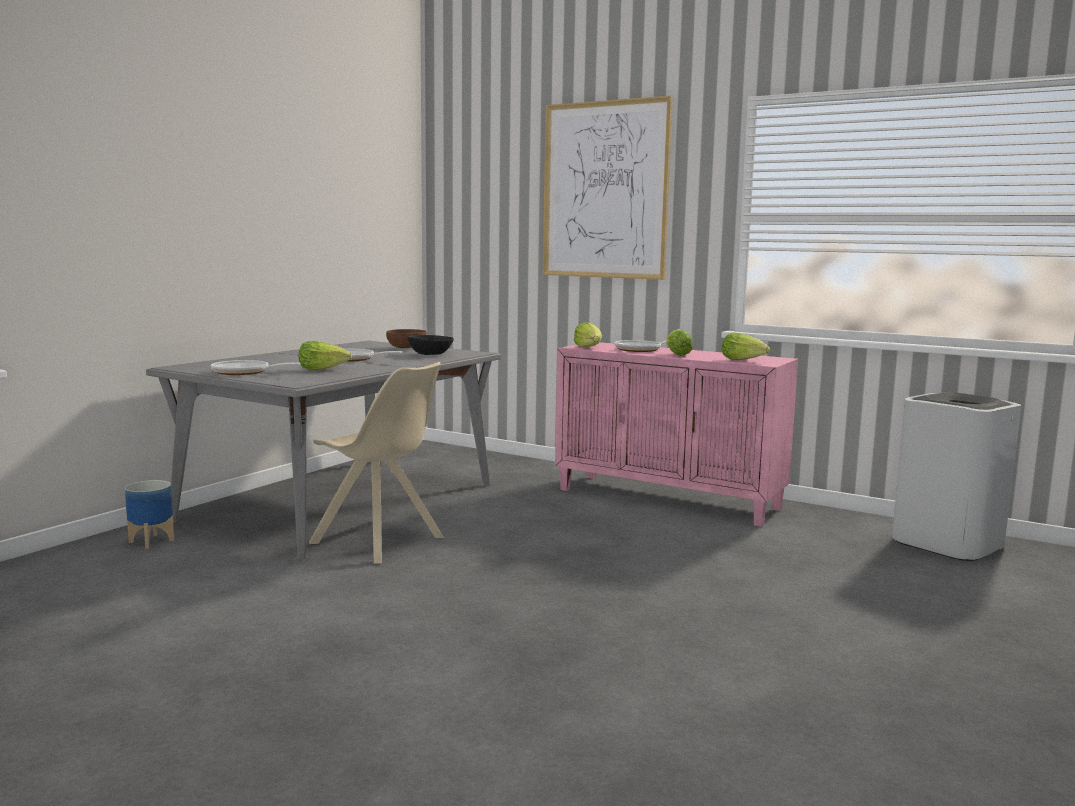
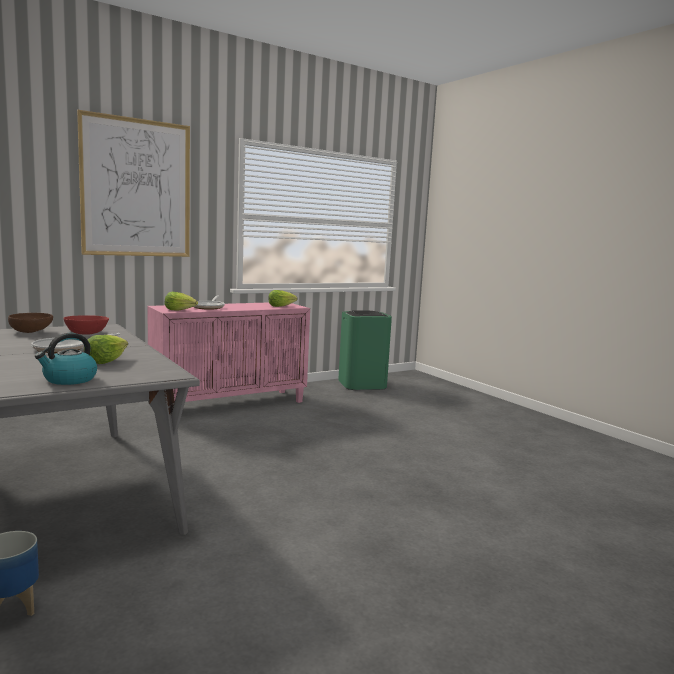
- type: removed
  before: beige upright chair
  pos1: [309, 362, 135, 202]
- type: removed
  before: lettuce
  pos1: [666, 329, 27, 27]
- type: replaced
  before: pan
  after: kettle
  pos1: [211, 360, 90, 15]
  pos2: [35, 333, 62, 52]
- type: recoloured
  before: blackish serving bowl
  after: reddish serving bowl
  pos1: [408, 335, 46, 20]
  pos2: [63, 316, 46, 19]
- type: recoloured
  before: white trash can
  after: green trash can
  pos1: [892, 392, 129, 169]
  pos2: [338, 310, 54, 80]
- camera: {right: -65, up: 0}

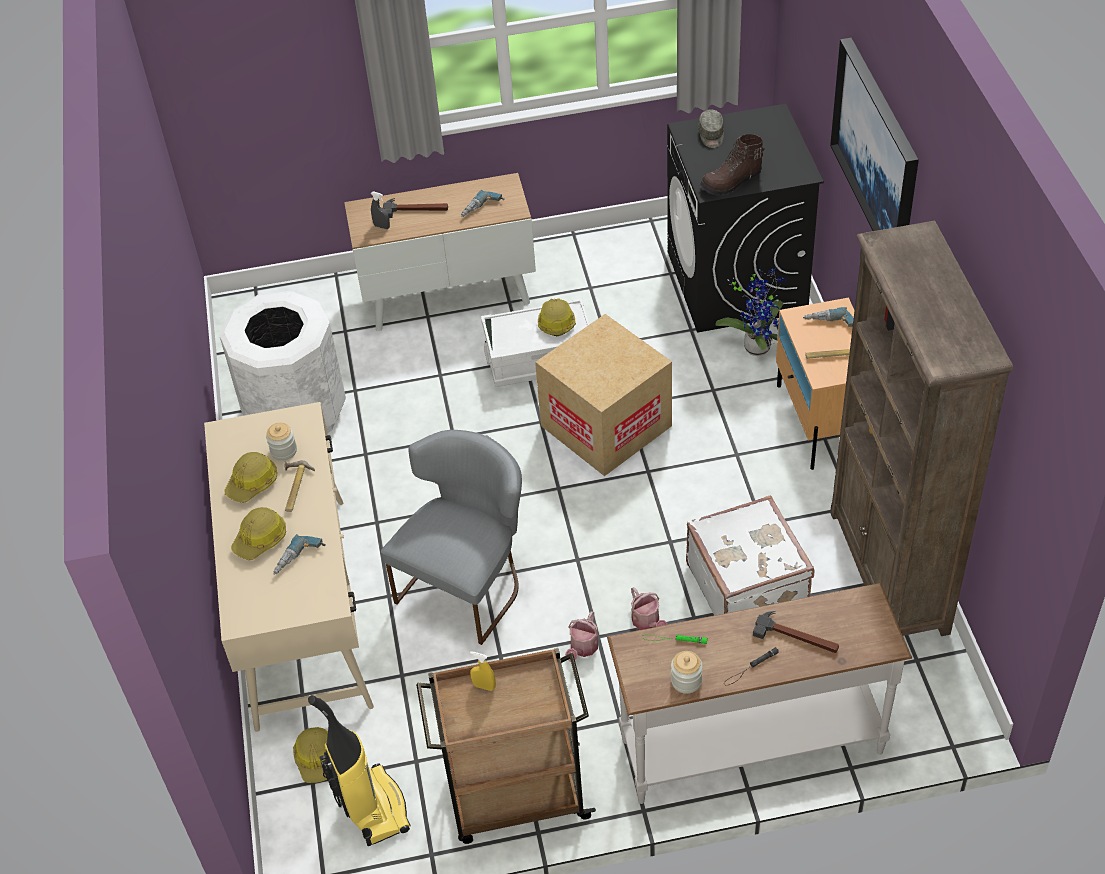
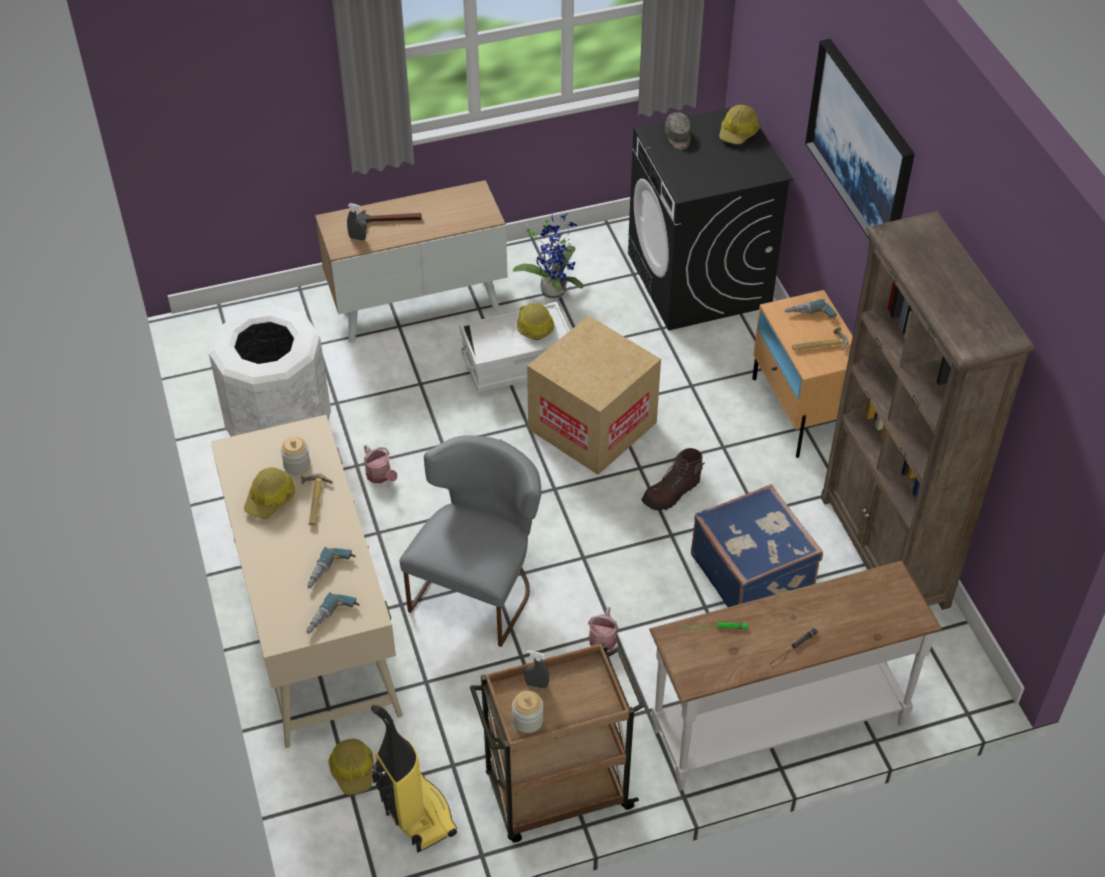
- type: removed
  before: hammer
  pos1: [753, 611, 86, 42]
- type: moved
  before: work helmet
  pos1: [231, 507, 55, 53]
  pos2: [719, 105, 41, 39]
- type: moved
  before: electric drill
  pos1: [461, 190, 43, 27]
  pos2: [306, 592, 54, 42]
- type: moved
  before: watering pot
  pos1: [631, 587, 37, 43]
  pos2: [364, 445, 33, 38]
- type: moved
  before: storage jar
  pos1: [671, 651, 32, 43]
  pos2: [512, 691, 31, 42]
- type: moved
  before: brown boot
  pos1: [700, 134, 65, 62]
  pos2: [642, 448, 62, 63]
- type: moved
  before: houseplant
  pos1: [715, 267, 71, 89]
  pos2: [513, 213, 71, 86]
- type: recoloured
  before: yellowish sprayer
  after: gray sprayer
  pos1: [470, 651, 26, 40]
  pos2: [524, 650, 25, 39]
- type: recoloured
  before: white piece of luggage
  after: bluish piece of luggage
  pos1: [686, 496, 128, 120]
  pos2: [691, 484, 132, 123]
- camera: {right: -10, up: 0}

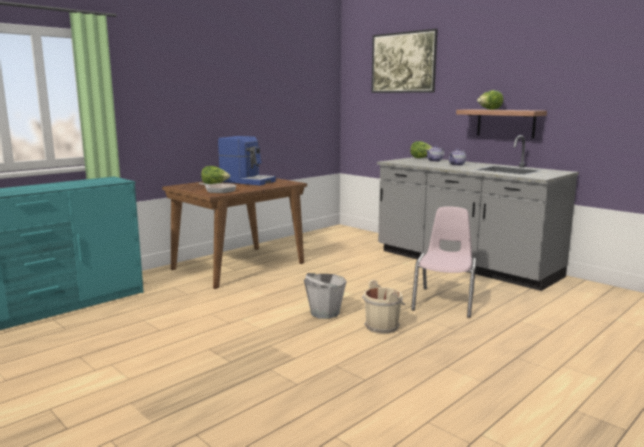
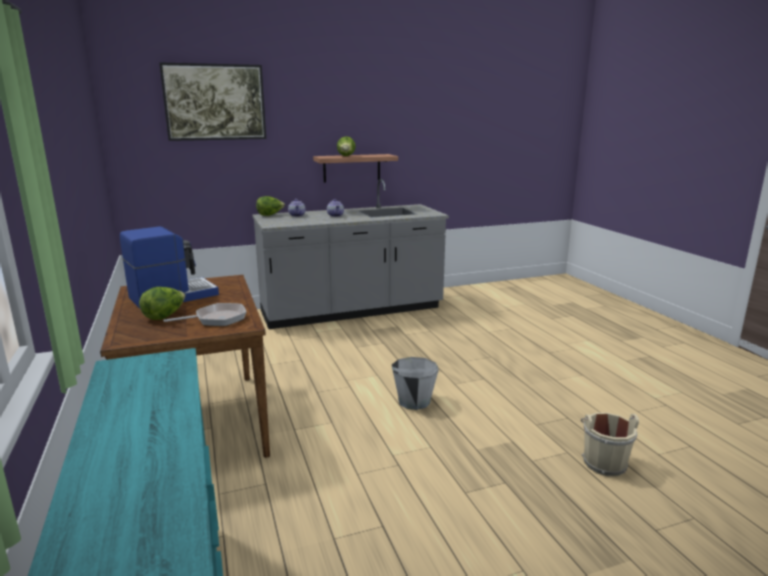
- type: removed
  before: pink upright chair
  pos1: [411, 206, 65, 112]
- type: moved
  before: beige bucket
  pos1: [362, 280, 44, 54]
  pos2: [581, 413, 58, 64]
- camera: {right: -65, up: 5}

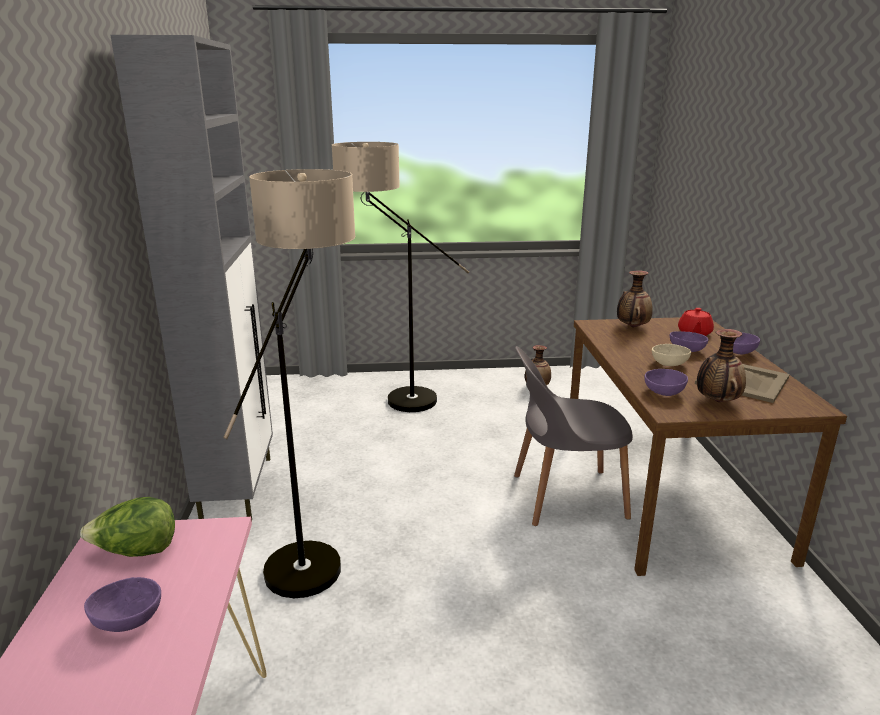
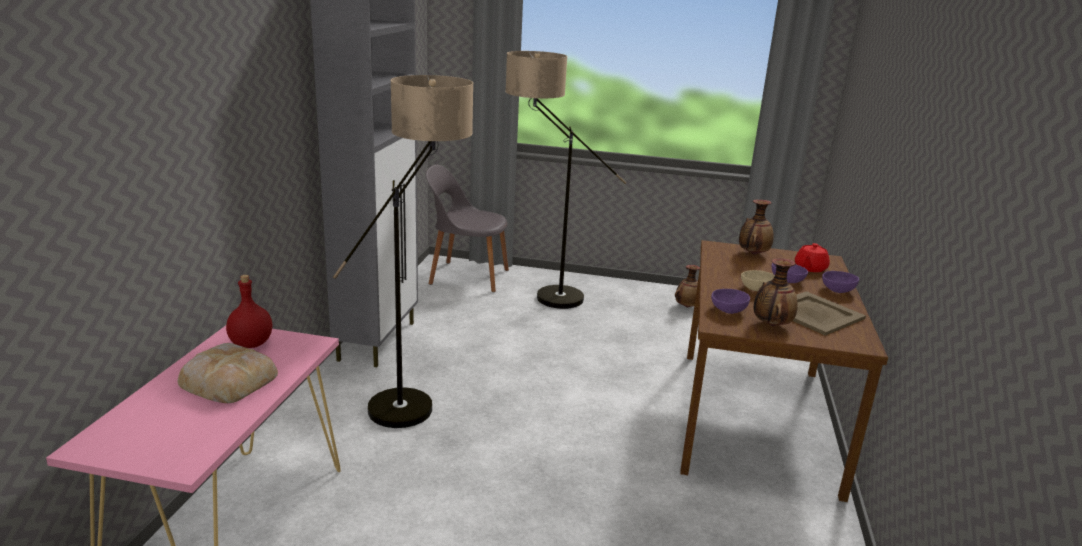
- type: moved
  before: gray upright chair
  pos1: [514, 346, 119, 180]
  pos2: [426, 165, 83, 127]
- type: replaced
  before: lettuce
  after: reddish bottle
  pos1: [80, 497, 95, 60]
  pos2: [226, 275, 46, 73]
- type: replaced
  before: purplish serving bowl
  after: bakery bread
  pos1: [84, 577, 77, 55]
  pos2: [178, 343, 100, 60]
- camera: {right: 15, up: 0}

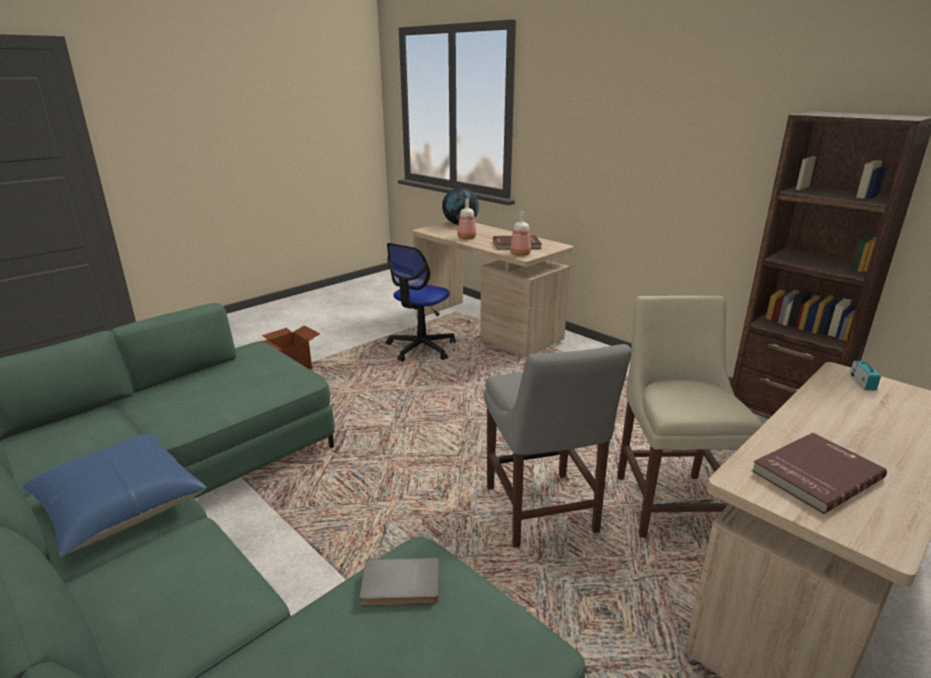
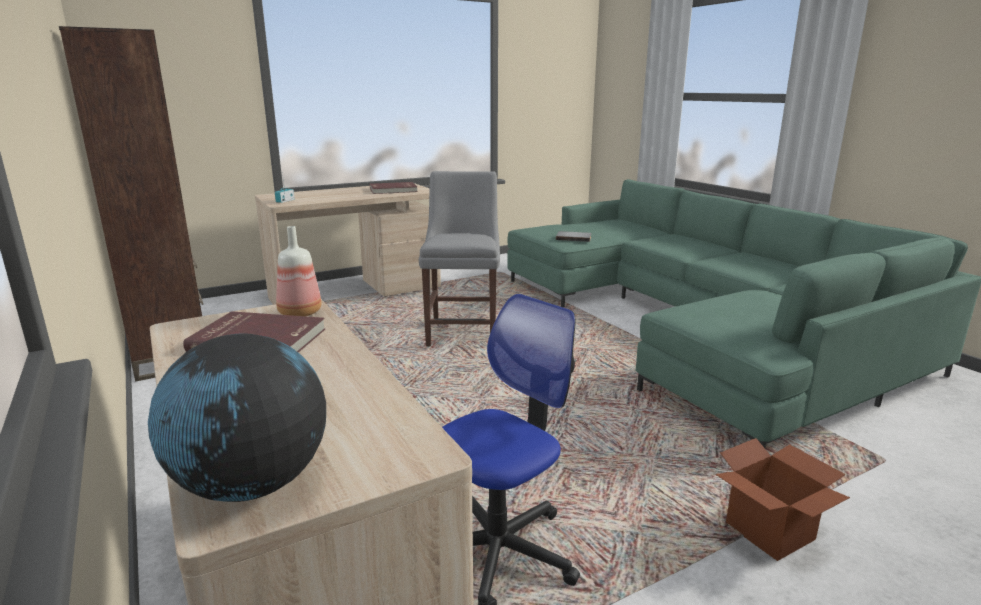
- type: removed
  before: bluish cushion
  pos1: [22, 434, 185, 123]
- type: removed
  before: bottle
  pos1: [457, 199, 19, 40]
- type: removed
  before: beige upright chair
  pos1: [617, 296, 146, 241]
- camera: {right: -165, up: -5}

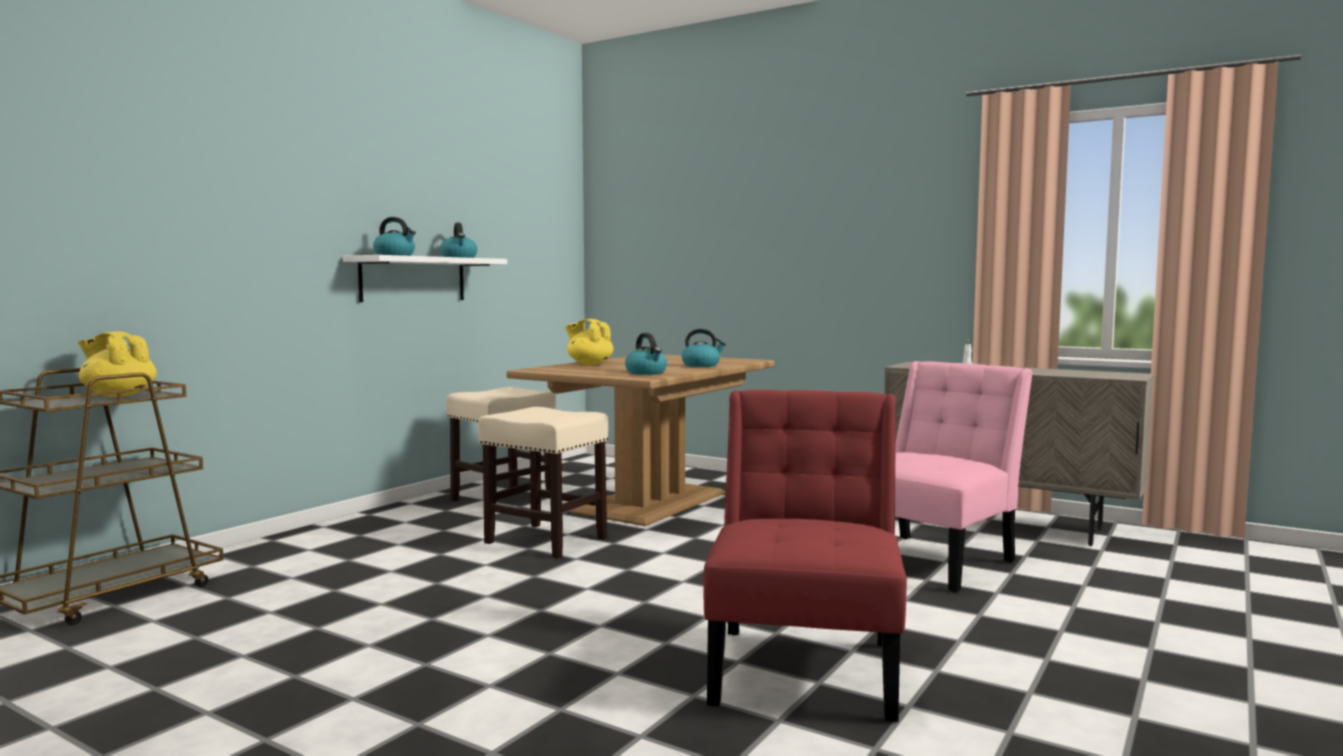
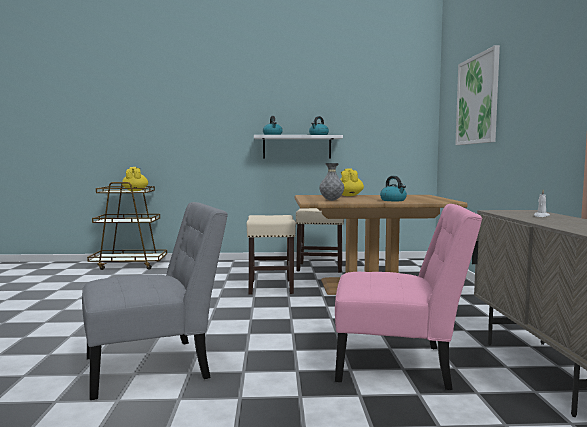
- type: added
  after: picture
  pos2: [455, 45, 45, 100]
- type: replaced
  before: kettle
  after: gray flower vase
  pos1: [625, 333, 42, 42]
  pos2: [319, 163, 25, 38]
- type: recoloured
  before: reddish upright chair
  after: gray upright chair
  pos1: [704, 390, 203, 332]
  pos2: [82, 202, 146, 198]
- camera: {right: 55, up: 0}

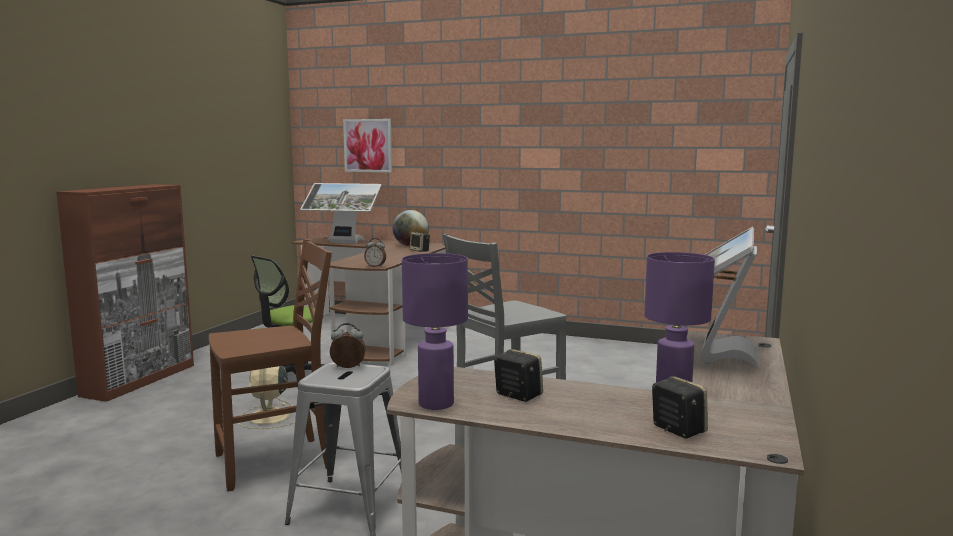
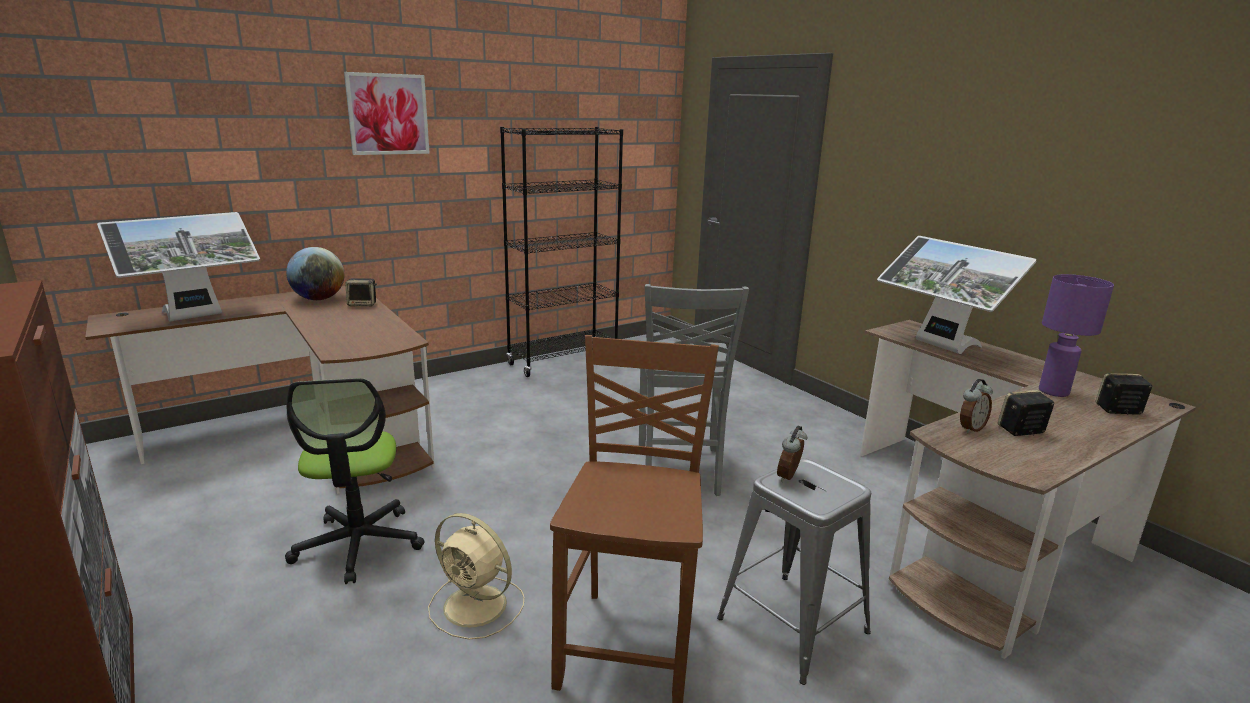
- type: removed
  before: purplish table lamp
  pos1: [402, 253, 66, 157]
- type: added
  after: blackish bookcase
  pos2: [500, 127, 123, 250]
- type: moved
  before: picture
  pos1: [343, 119, 49, 53]
  pos2: [344, 72, 86, 83]
- type: moved
  before: bedside clock
  pos1: [364, 238, 22, 29]
  pos2: [960, 379, 33, 54]
- camera: {right: -55, up: 10}

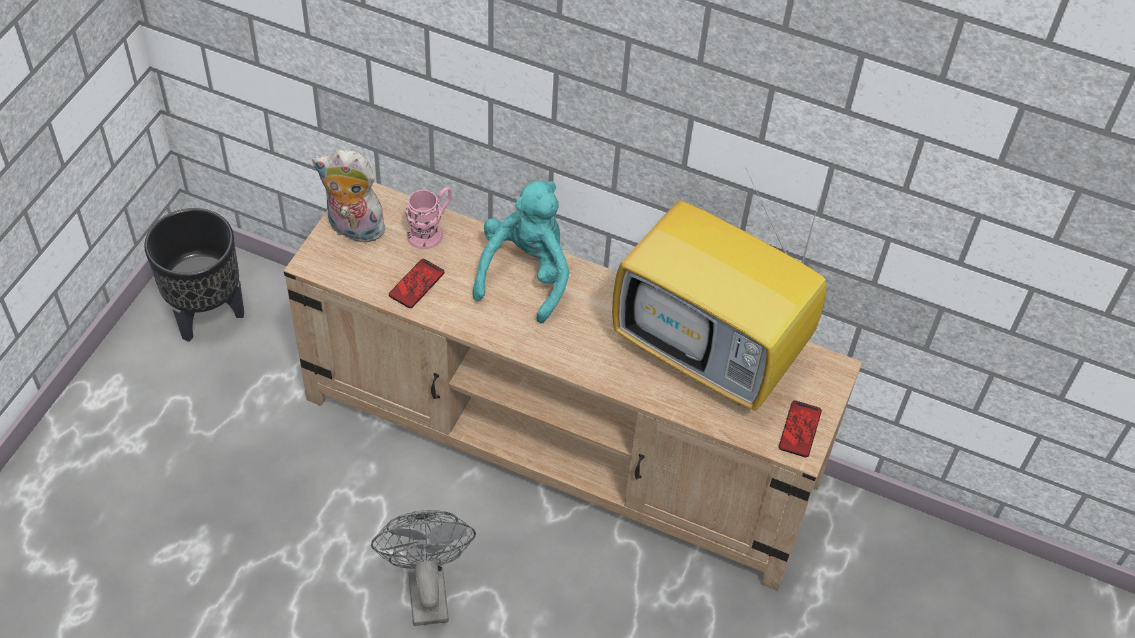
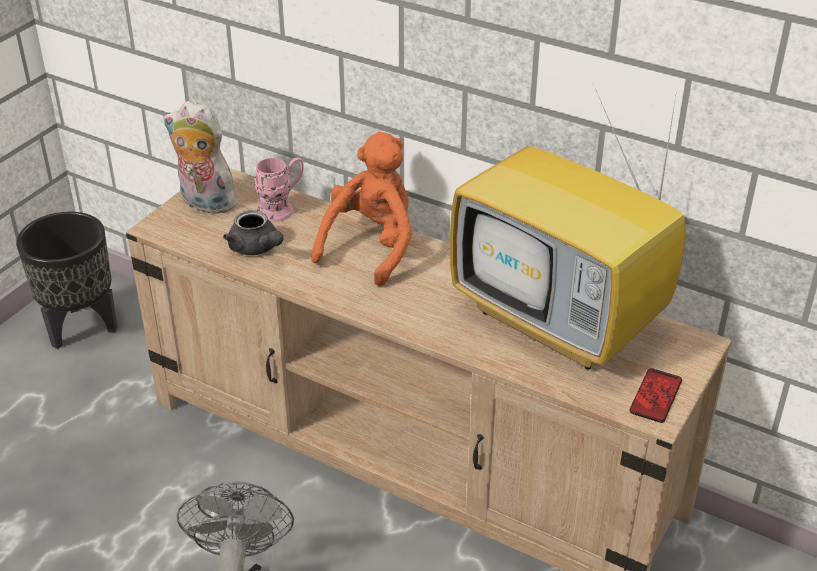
- type: replaced
  before: phone
  after: gray teapot
  pos1: [389, 259, 55, 49]
  pos2: [223, 210, 60, 45]
- type: recoloured
  before: turquoise-coloured cuddly toy
  after: orange-coloured cuddly toy
  pos1: [472, 181, 98, 142]
  pos2: [311, 132, 101, 154]
- camera: {right: 10, up: -15}

